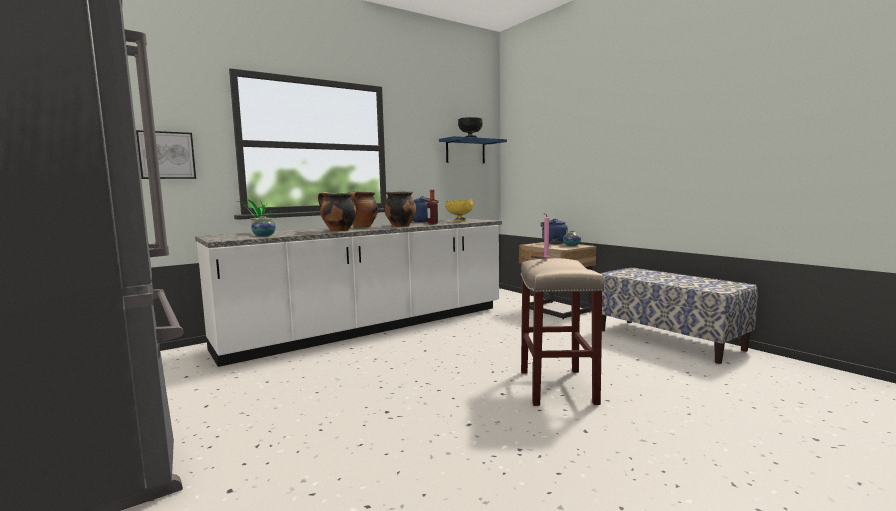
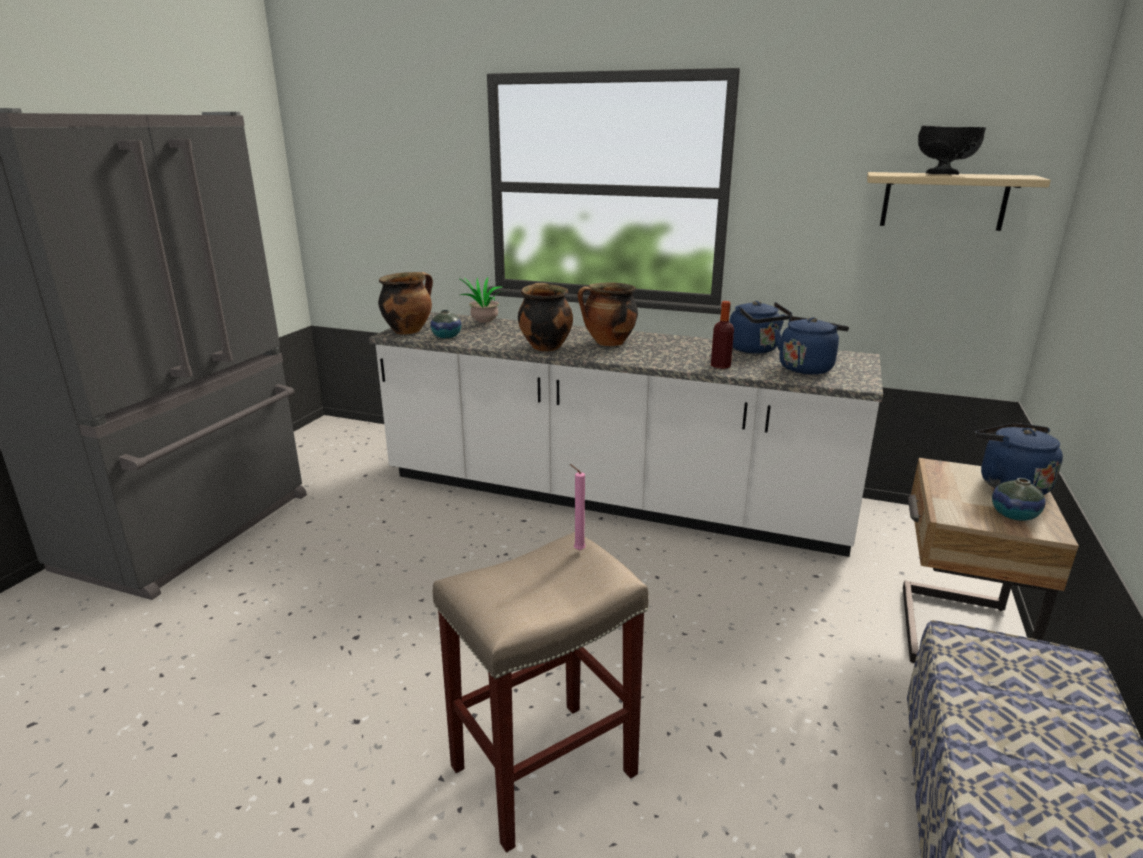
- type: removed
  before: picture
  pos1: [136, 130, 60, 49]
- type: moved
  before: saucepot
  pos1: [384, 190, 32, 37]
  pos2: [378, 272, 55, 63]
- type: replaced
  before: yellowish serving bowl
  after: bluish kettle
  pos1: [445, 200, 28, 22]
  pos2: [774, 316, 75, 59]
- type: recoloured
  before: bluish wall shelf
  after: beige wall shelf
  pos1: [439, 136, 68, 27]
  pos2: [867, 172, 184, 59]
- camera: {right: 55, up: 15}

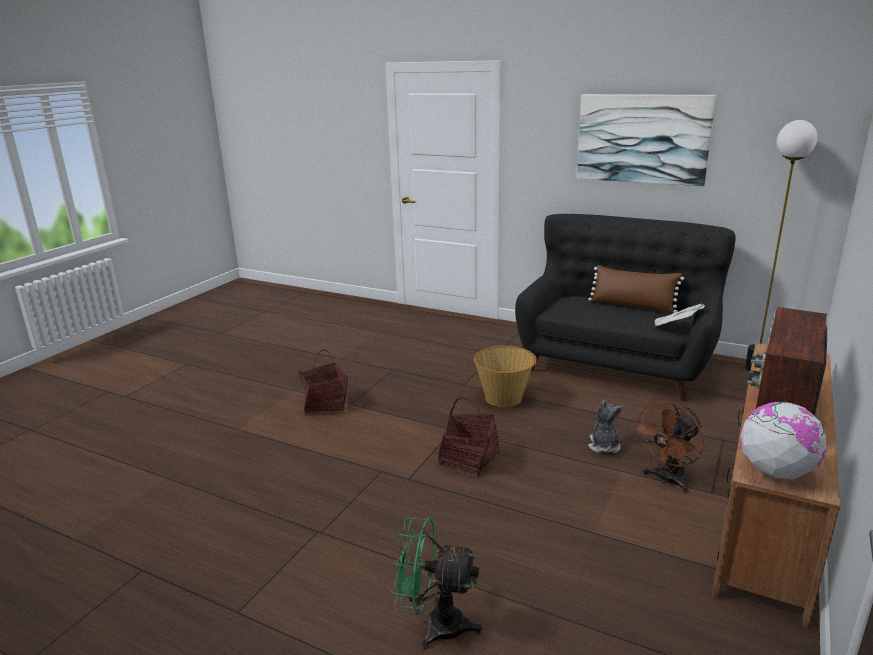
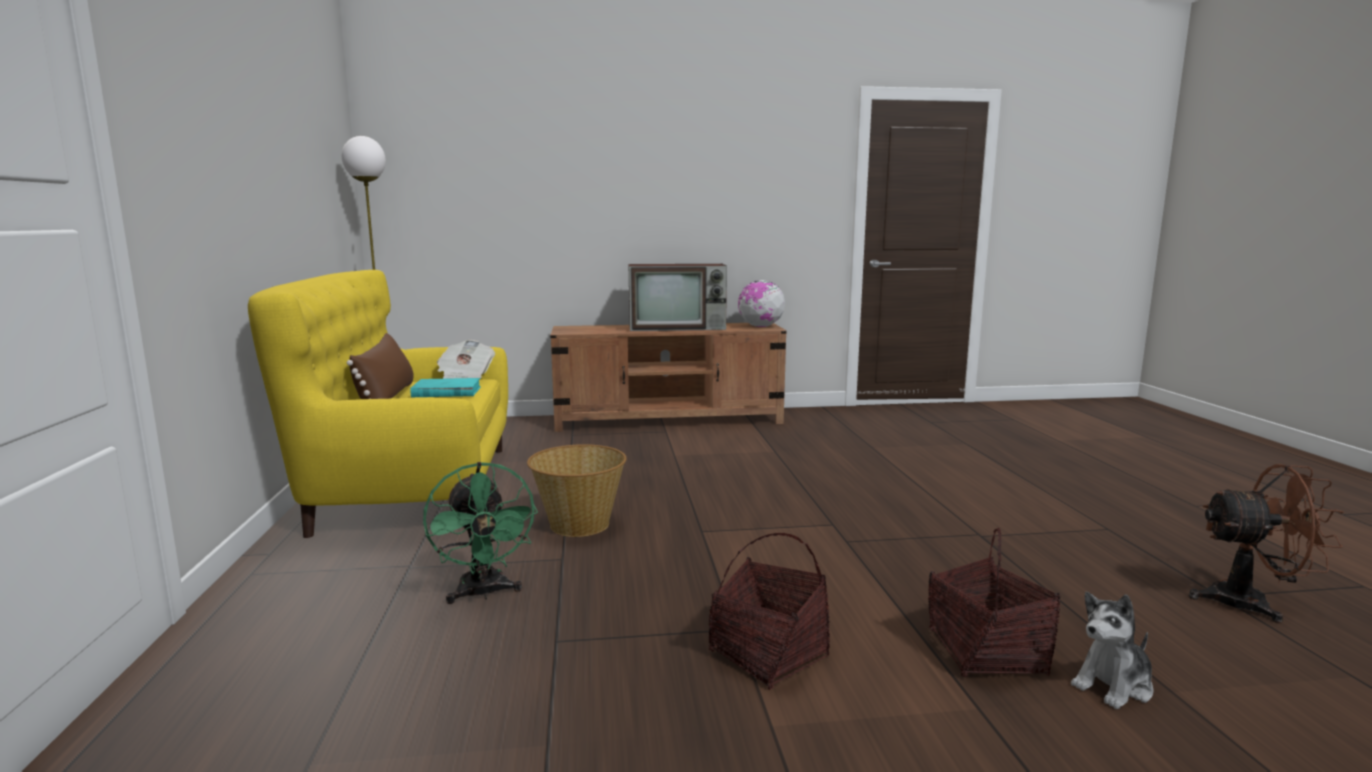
- type: removed
  before: picture
  pos1: [577, 94, 139, 92]
- type: added
  after: turquoise-coloured volume
  pos2: [410, 378, 71, 19]
- type: moved
  before: green cooling fan
  pos1: [391, 517, 91, 132]
  pos2: [423, 462, 115, 142]
- type: moved
  before: basket
  pos1: [438, 397, 61, 79]
  pos2: [928, 528, 132, 149]
- type: moved
  before: cuddly toy
  pos1: [588, 400, 35, 53]
  pos2: [1071, 592, 82, 117]
- type: moved
  before: brown cooling fan
  pos1: [631, 401, 73, 91]
  pos2: [1189, 464, 155, 159]
- type: recoloured
  before: blackish couch
  after: yellowish couch
  pos1: [515, 214, 221, 187]
  pos2: [248, 270, 260, 268]
- camera: {right: -125, up: -10}

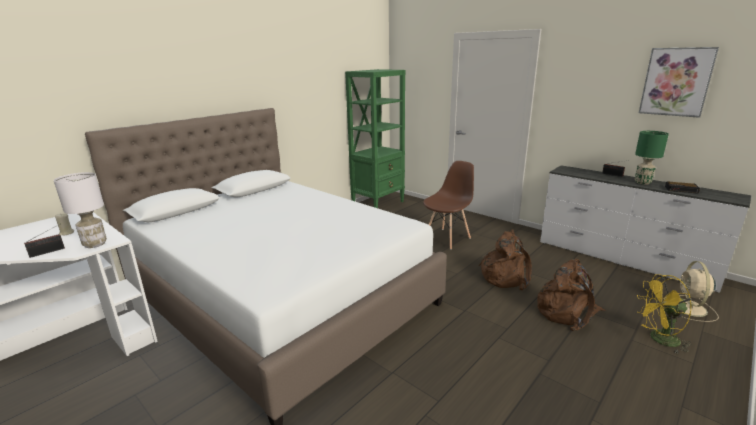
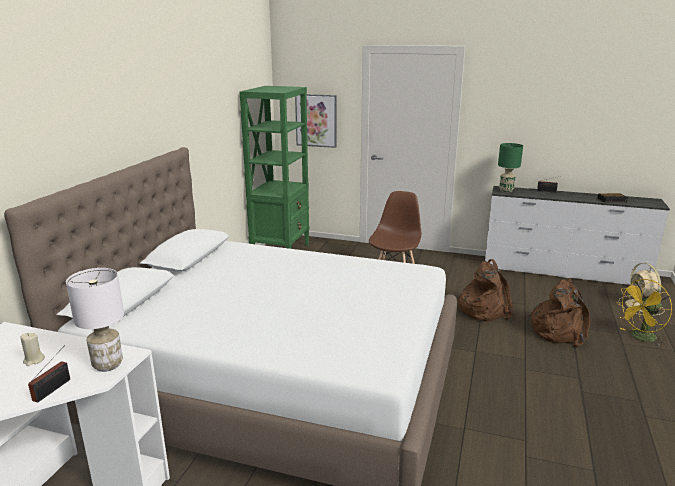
- type: moved
  before: green table lamp
  pos1: [635, 131, 34, 54]
  pos2: [498, 143, 25, 50]
- type: moved
  before: picture
  pos1: [639, 47, 80, 71]
  pos2: [295, 94, 41, 54]
- camera: {right: -25, up: 0}

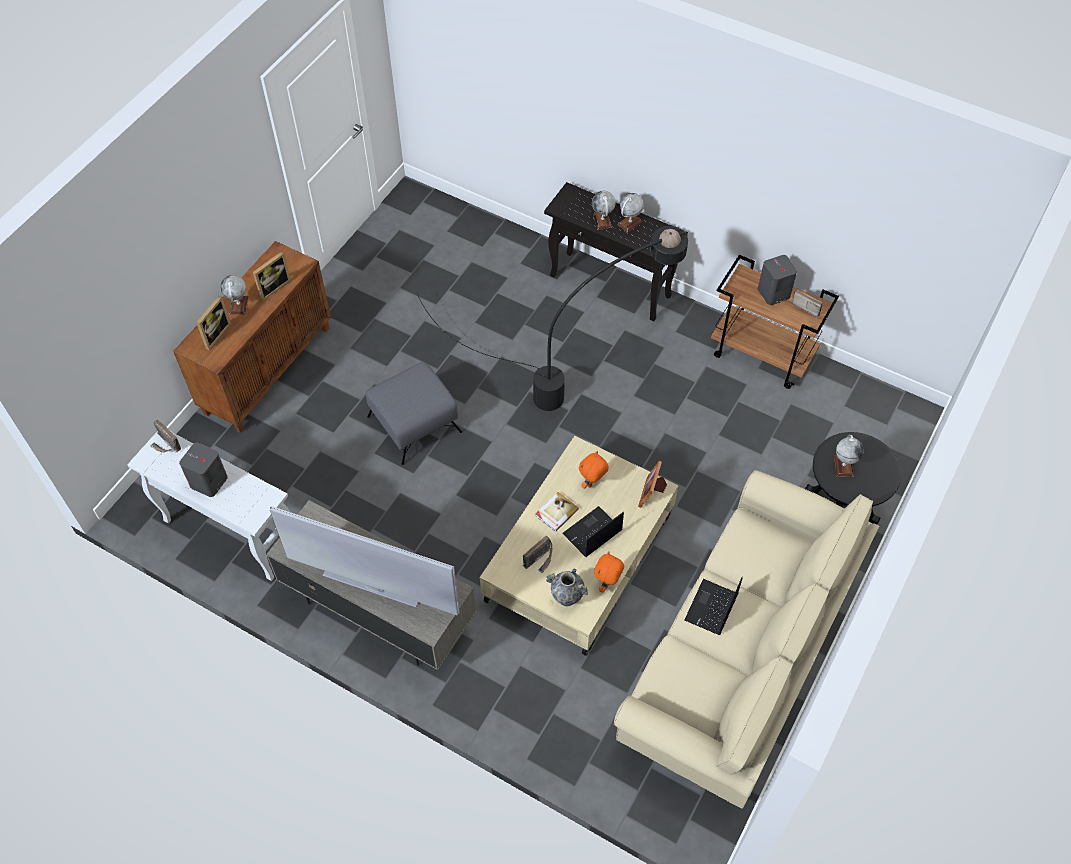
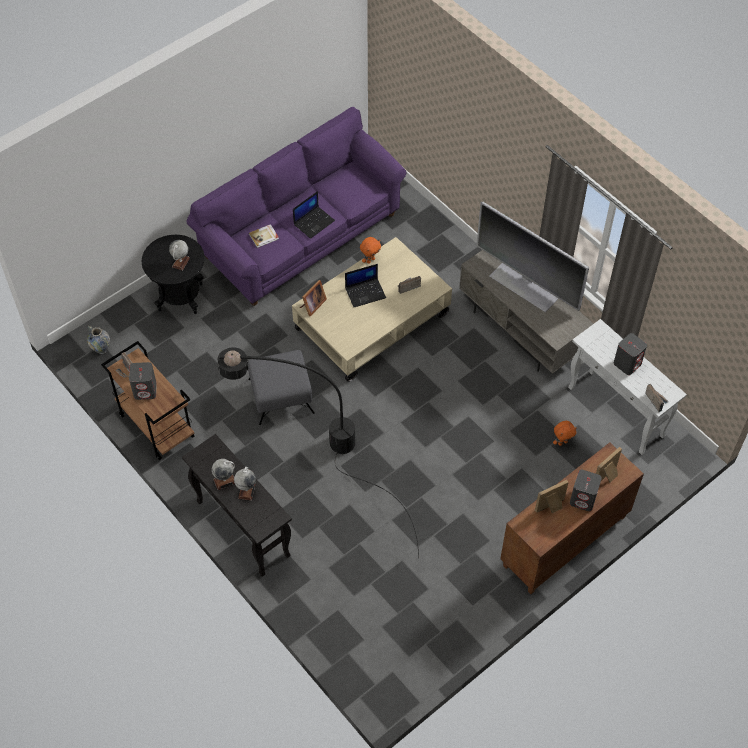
- type: moved
  before: gray footrest
  pos1: [365, 362, 97, 103]
  pos2: [248, 350, 67, 75]
- type: moved
  before: volume
  pos1: [536, 492, 43, 40]
  pos2: [249, 224, 30, 24]
- type: moved
  before: flower vase
  pos1: [546, 569, 42, 37]
  pos2: [87, 326, 23, 28]
- type: moved
  before: orange-coloured cuddly toy
  pos1: [579, 451, 30, 38]
  pos2: [553, 421, 24, 25]
- type: replaced
  before: globe
  after: gray loudspeaker
  pos1: [220, 275, 28, 39]
  pos2: [570, 470, 32, 41]
- type: recoloured
  before: beige couch
  after: purplish couch
  pos1: [614, 470, 265, 338]
  pos2: [187, 107, 220, 199]
- camera: {right: -160, up: 0}

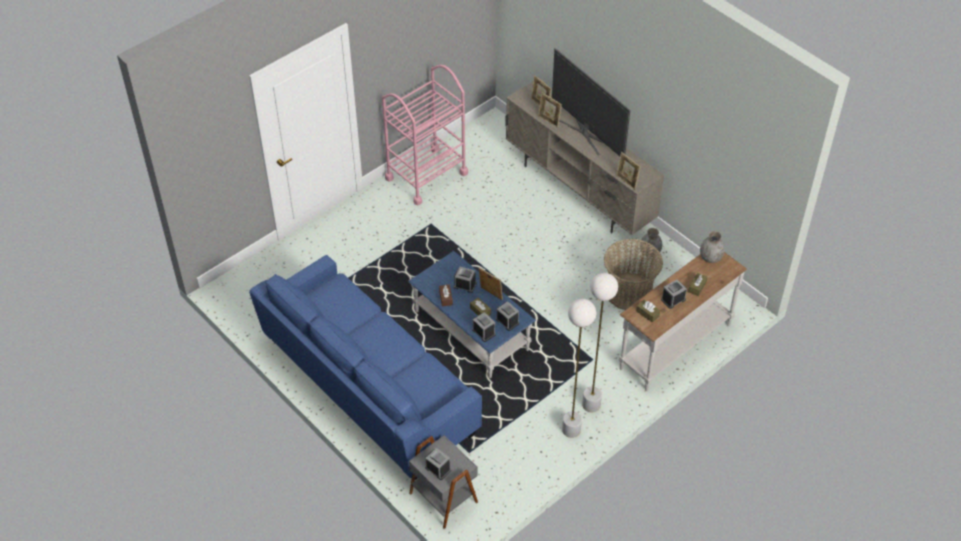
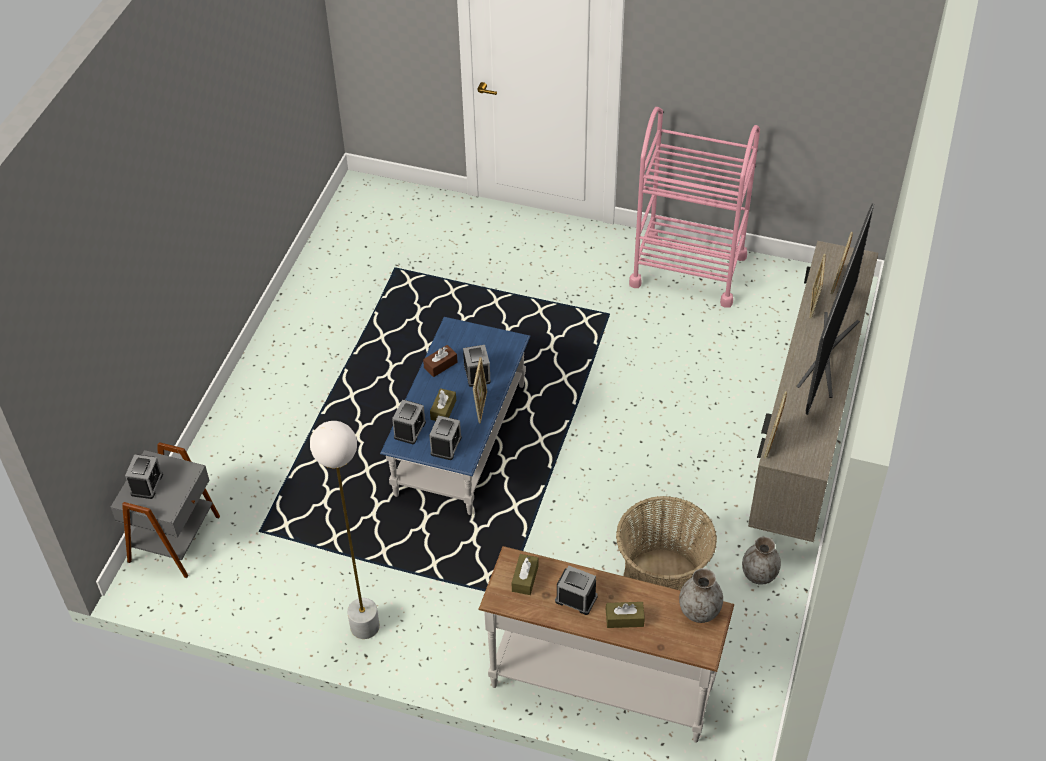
- type: removed
  before: bluish couch
  pos1: [249, 255, 233, 225]
- type: removed
  before: white floor lamp
  pos1: [582, 273, 36, 139]
- camera: {right: 60, up: 0}

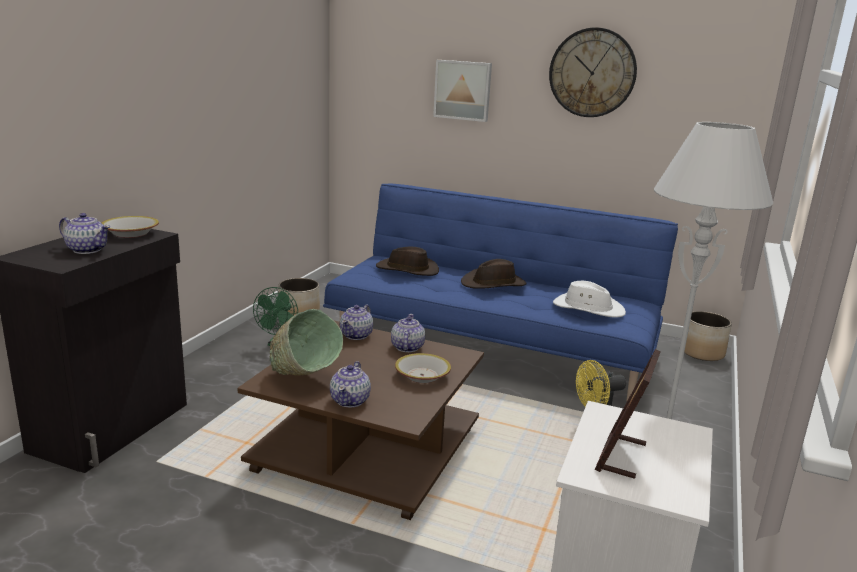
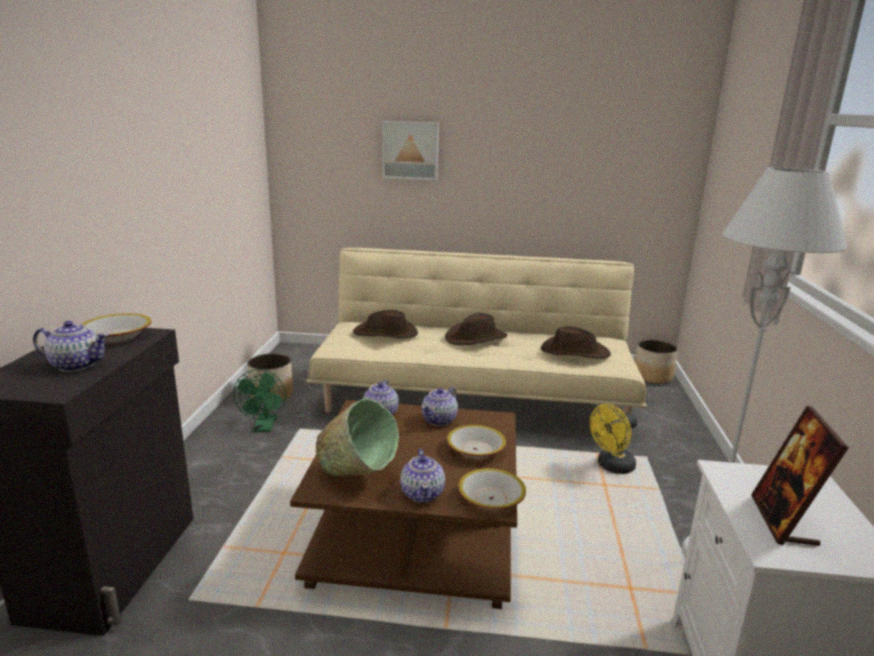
- type: removed
  before: clock on the wall
  pos1: [549, 27, 88, 90]
- type: added
  after: serving bowl
  pos2: [458, 468, 68, 42]
- type: recoloured
  before: bluish couch
  after: beige couch
  pos1: [323, 183, 355, 218]
  pos2: [307, 248, 340, 166]
- type: recoloured
  before: white hat
  after: brown hat
  pos1: [553, 281, 73, 37]
  pos2: [541, 326, 70, 33]
- type: turned
  before: teapot
  pos1: [391, 314, 34, 38]
  pos2: [422, 387, 36, 39]
  turn: -135
- camera: {right: -15, up: 0}

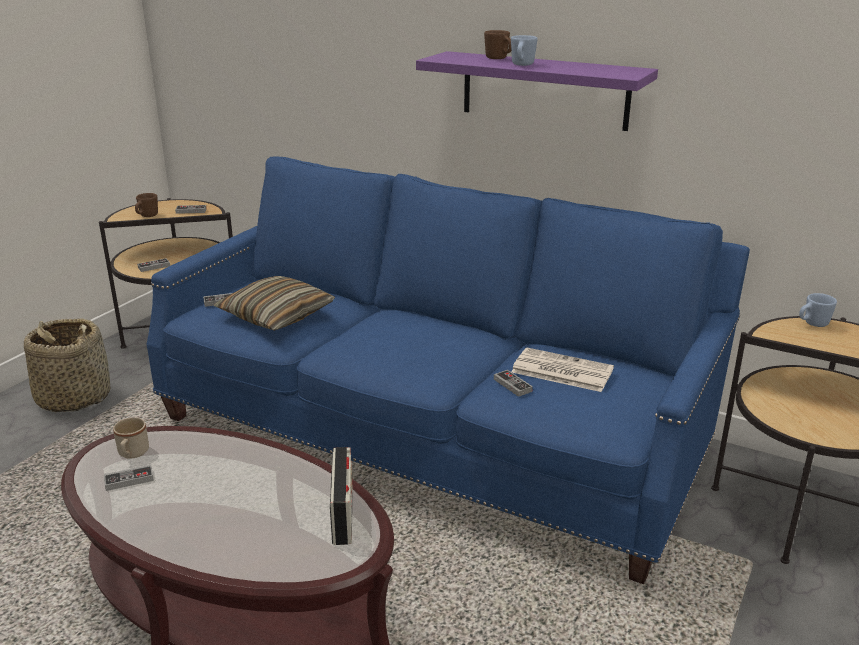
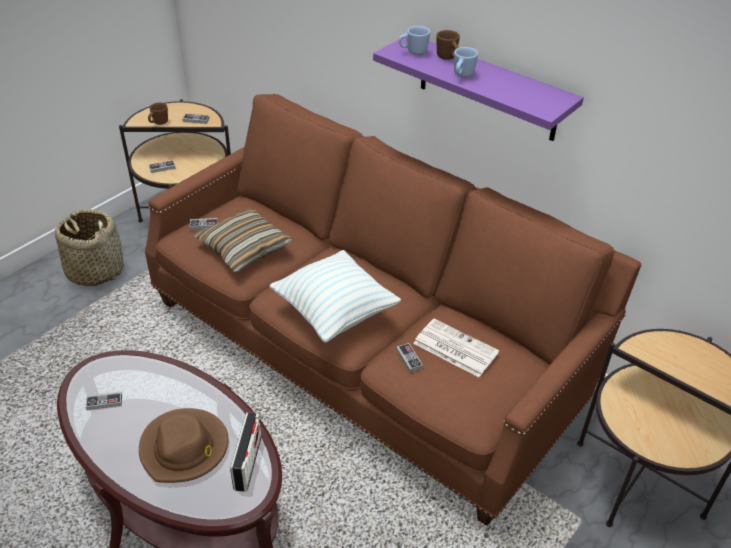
- type: removed
  before: beige mug
  pos1: [113, 417, 36, 42]
- type: added
  after: brown hat
  pos2: [139, 408, 89, 75]
- type: added
  after: cushion
  pos2: [269, 250, 132, 93]
- type: moved
  before: bluish mug
  pos1: [799, 293, 38, 34]
  pos2: [399, 26, 31, 29]
- type: recoloured
  before: bluish couch
  after: brown couch
  pos1: [146, 156, 604, 428]
  pos2: [145, 94, 496, 432]
- camera: {right: 10, up: 15}

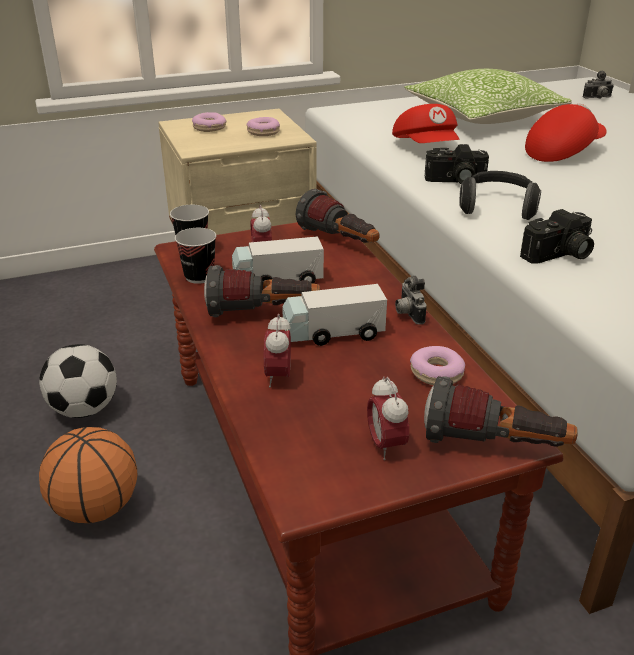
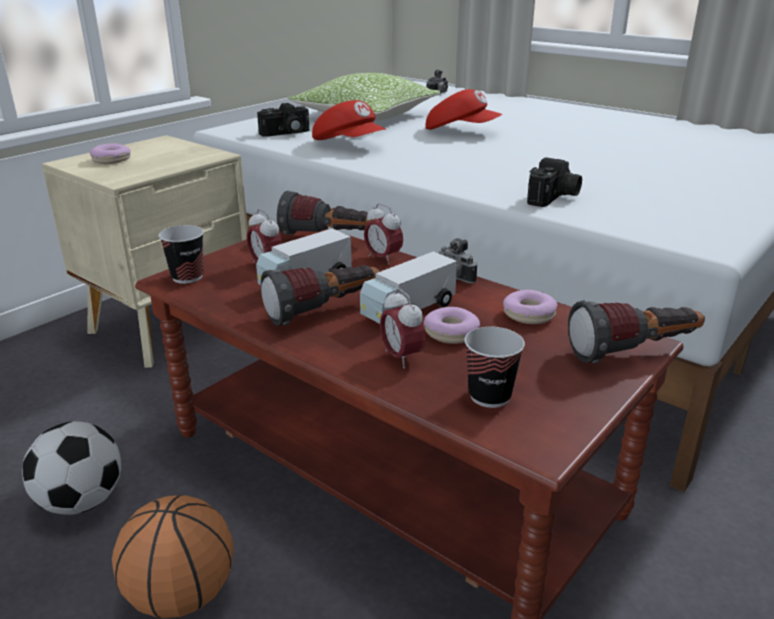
- type: removed
  before: pair of headphones
  pos1: [459, 171, 82, 49]
- type: moved
  before: small cup
  pos1: [175, 228, 41, 56]
  pos2: [464, 327, 61, 81]
- type: moved
  before: doughnut
  pos1: [247, 117, 33, 19]
  pos2: [424, 307, 56, 37]
- type: moved
  before: bedside clock
  pos1: [367, 376, 42, 84]
  pos2: [364, 203, 39, 62]
- type: moved
  before: photo camera
  pos1: [425, 144, 64, 40]
  pos2: [257, 103, 52, 34]
- type: turned
  before: reddish baseball cap
  pos1: [525, 104, 82, 58]
  pos2: [426, 89, 76, 41]
  turn: 90
- camera: {right: -30, up: -5}

